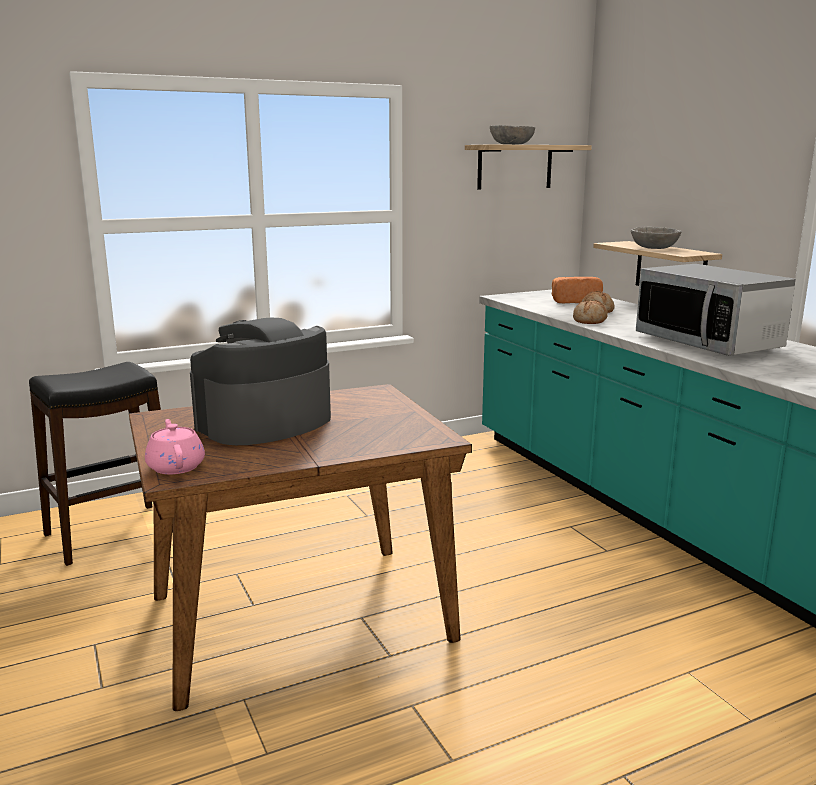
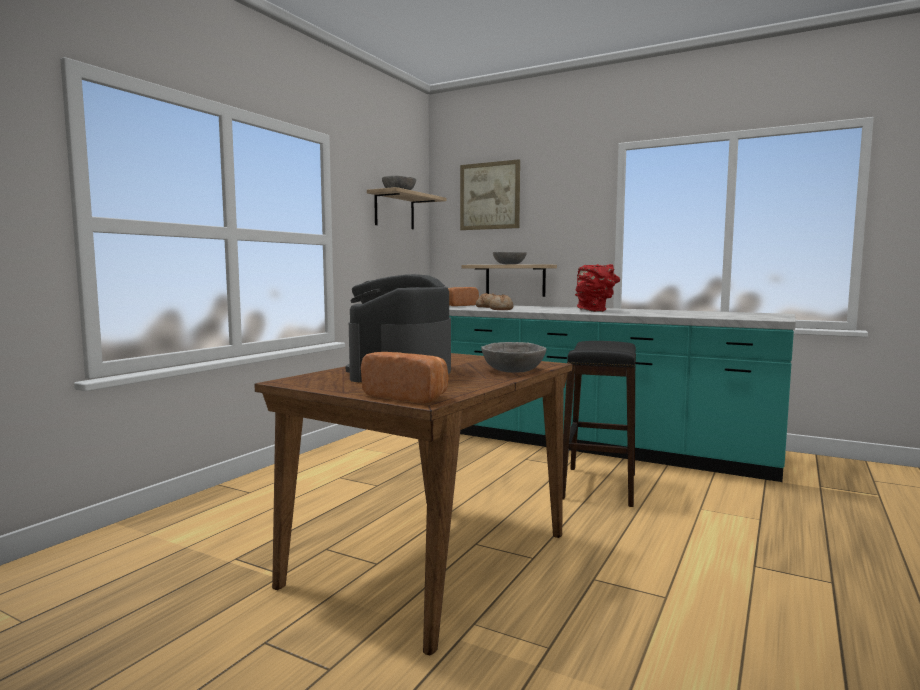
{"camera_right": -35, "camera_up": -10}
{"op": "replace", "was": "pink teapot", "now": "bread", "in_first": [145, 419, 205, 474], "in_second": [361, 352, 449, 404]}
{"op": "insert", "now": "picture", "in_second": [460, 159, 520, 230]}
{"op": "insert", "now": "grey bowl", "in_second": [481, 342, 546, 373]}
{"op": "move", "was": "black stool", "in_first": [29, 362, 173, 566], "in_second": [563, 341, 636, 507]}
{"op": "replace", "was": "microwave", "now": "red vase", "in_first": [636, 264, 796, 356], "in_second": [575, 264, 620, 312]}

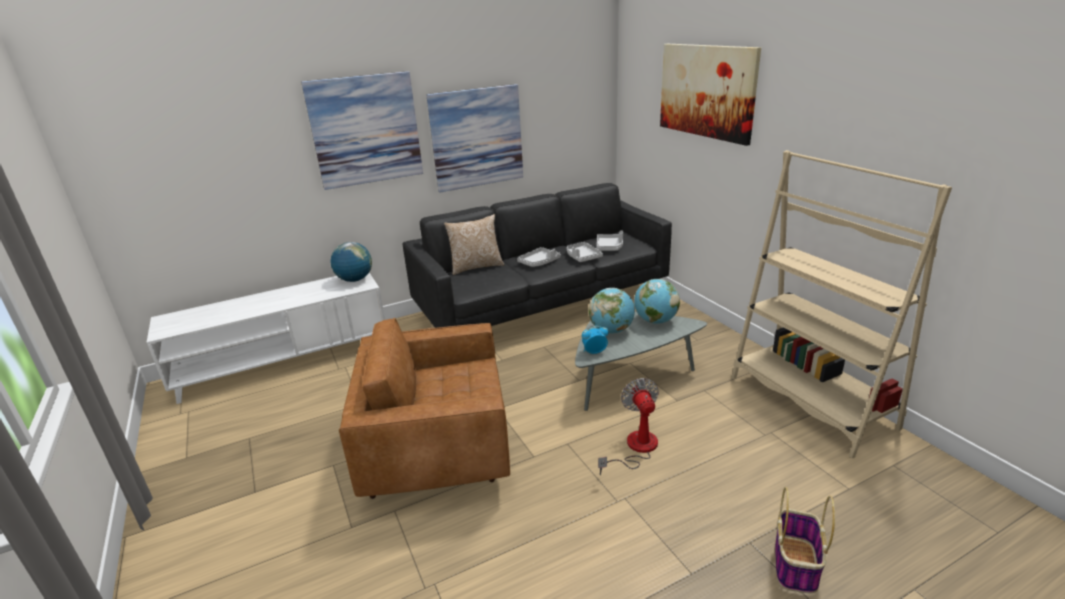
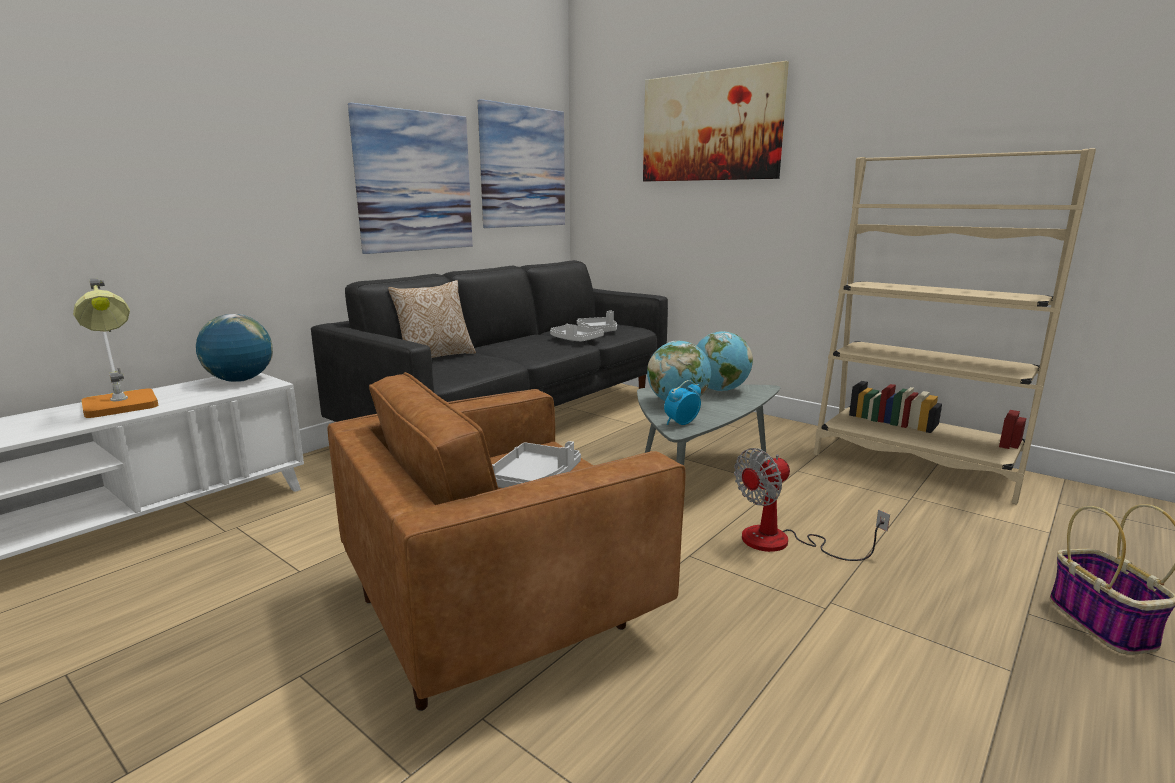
{"camera_right": -25, "camera_up": -10}
{"op": "insert", "now": "table lamp", "in_second": [73, 278, 158, 418]}
{"op": "move", "was": "picture", "in_first": [301, 71, 423, 190], "in_second": [478, 99, 565, 228]}
{"op": "move", "was": "grey tray", "in_first": [517, 247, 561, 267], "in_second": [492, 441, 581, 488]}
{"op": "rotate", "was": "fan", "in_first": [598, 378, 659, 475], "in_second": [734, 448, 890, 561], "clockwise": -90}

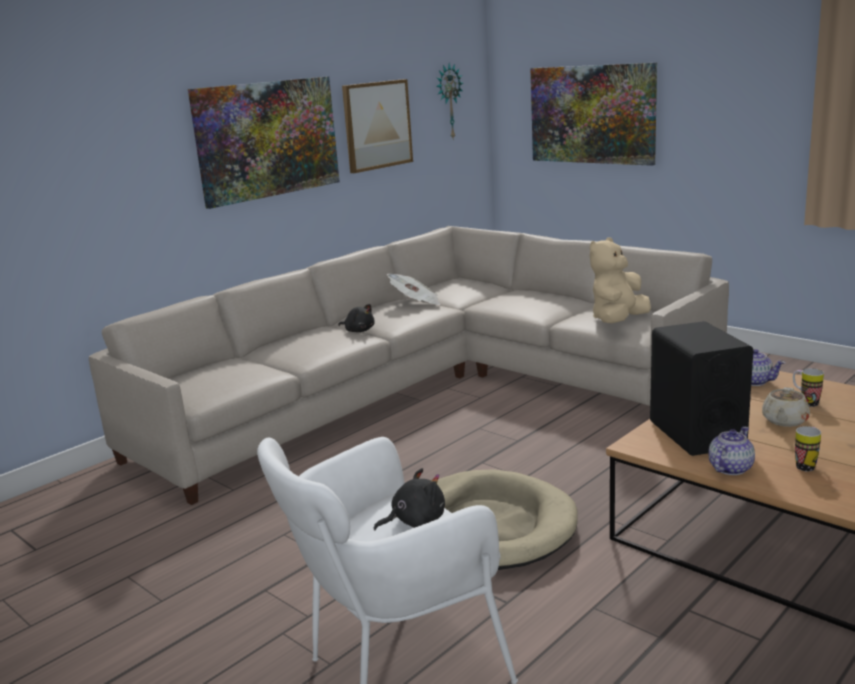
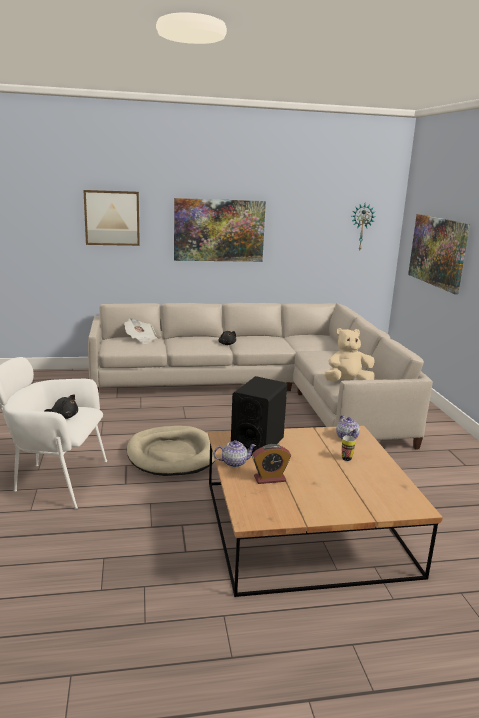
{"camera_right": 35, "camera_up": 0}
{"op": "move", "was": "picture", "in_first": [342, 79, 413, 173], "in_second": [83, 190, 140, 246]}
{"op": "move", "was": "newspaper", "in_first": [387, 273, 440, 305], "in_second": [124, 318, 157, 344]}
{"op": "replace", "was": "mug", "now": "alarm clock", "in_first": [795, 426, 821, 471], "in_second": [252, 444, 291, 484]}
{"op": "delete", "was": "beige teapot", "in_first": [762, 387, 810, 427]}

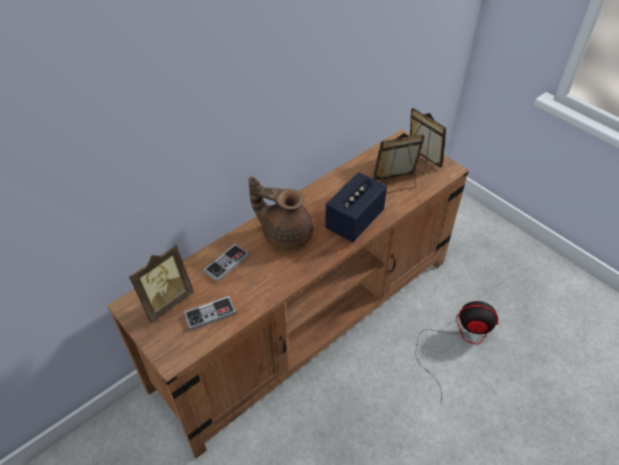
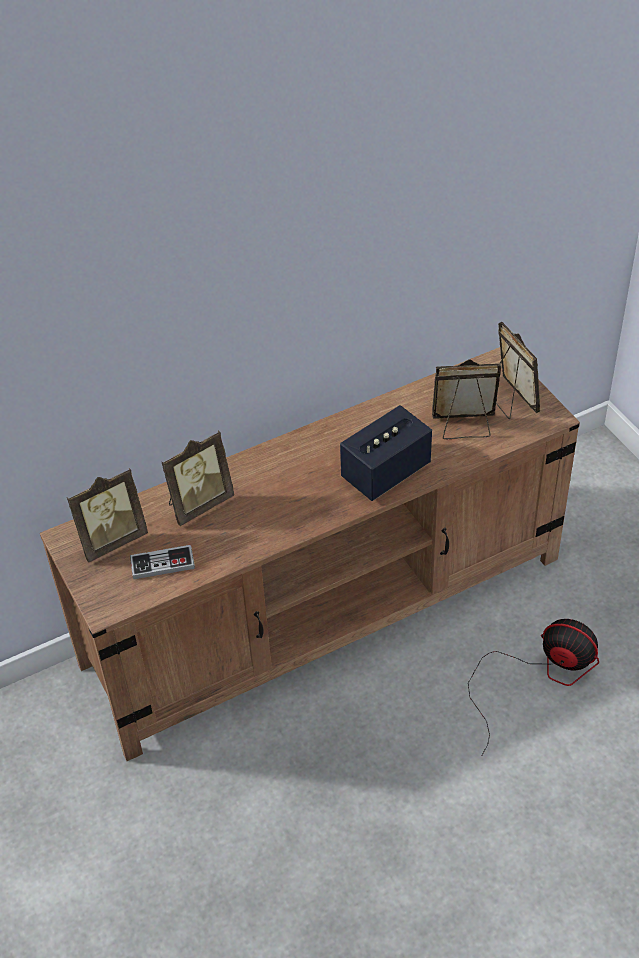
{"camera_right": 15, "camera_up": 0}
{"op": "replace", "was": "game controller", "now": "picture frame", "in_first": [203, 244, 249, 282], "in_second": [161, 431, 234, 526]}
{"op": "delete", "was": "brown teapot", "in_first": [249, 177, 313, 251]}

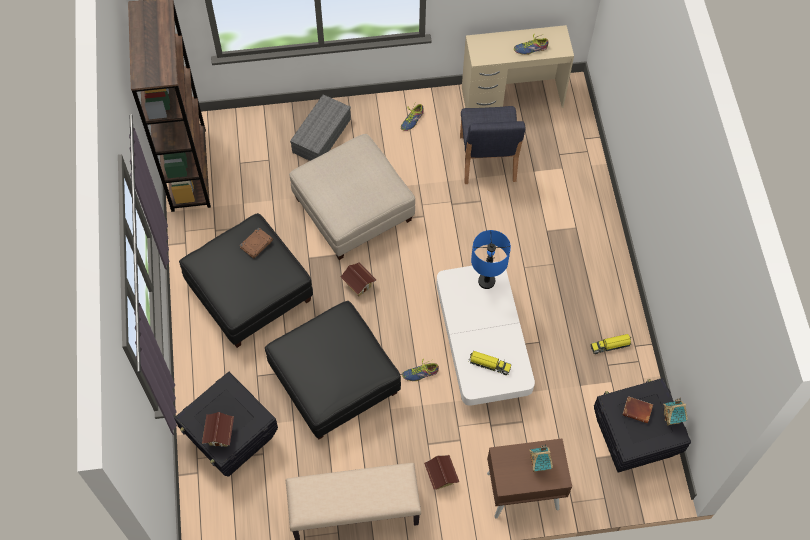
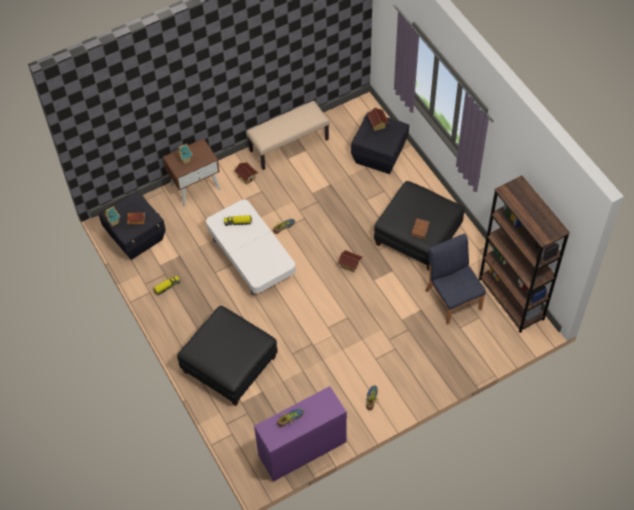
{"camera_right": 160, "camera_up": -5}
{"op": "move", "was": "black ottoman", "in_first": [265, 301, 401, 440], "in_second": [177, 306, 278, 406]}
{"op": "recolor", "was": "beige desk", "now": "purple desk", "in_first": [462, 25, 574, 108], "in_second": [254, 386, 347, 481]}
{"op": "move", "was": "blue chair", "in_first": [460, 106, 526, 184], "in_second": [425, 233, 486, 325]}
{"op": "delete", "was": "beige ottoman", "in_first": [289, 134, 415, 260]}
{"op": "delete", "was": "grey storage box", "in_first": [290, 94, 351, 161]}
{"op": "delete", "was": "blue table lamp", "in_first": [471, 230, 511, 289]}

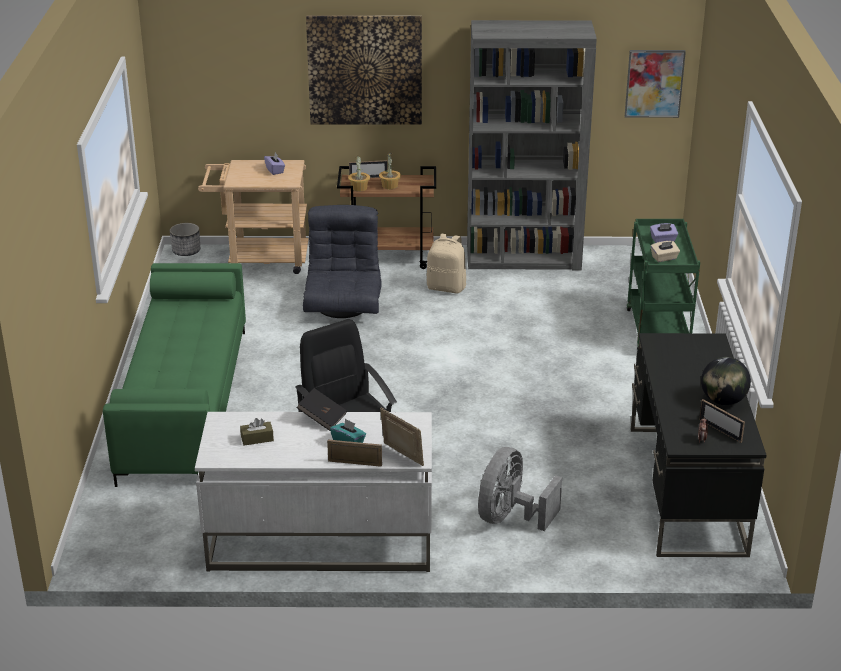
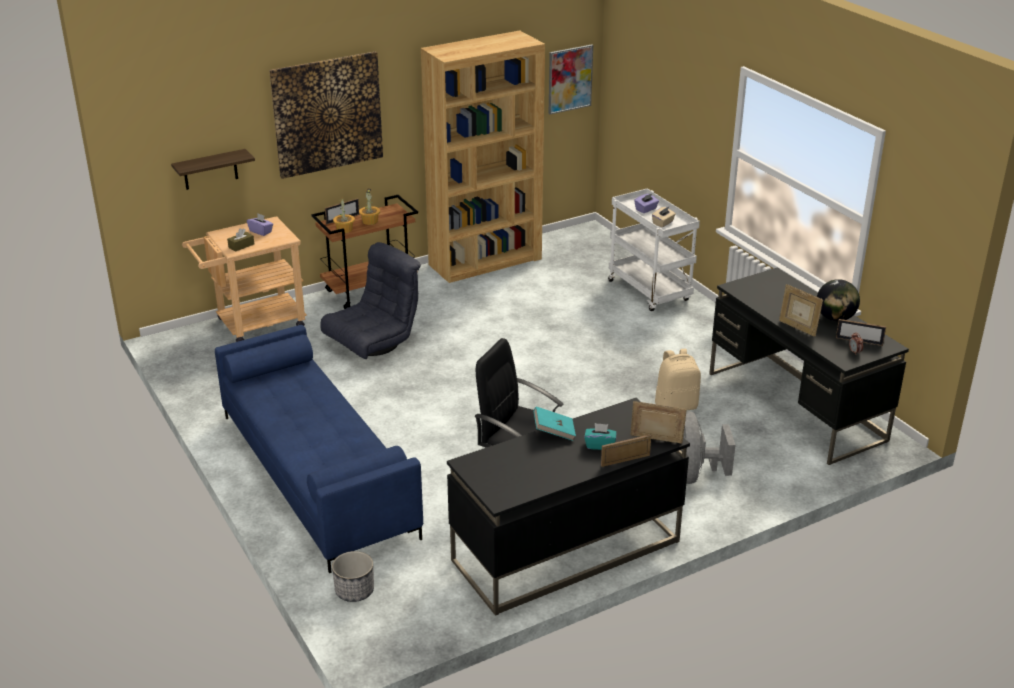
{"camera_right": -30, "camera_up": 0}
{"op": "insert", "now": "shelf", "in_second": [171, 149, 255, 190]}
{"op": "recolor", "was": "green sofa", "now": "blue sofa", "in_first": [103, 263, 246, 487], "in_second": [215, 325, 423, 573]}
{"op": "move", "was": "brown tissue box", "in_first": [240, 418, 274, 446], "in_second": [227, 228, 254, 252]}
{"op": "rotate", "was": "grey armchair", "in_first": [303, 205, 382, 318], "in_second": [320, 242, 421, 359], "clockwise": 75}
{"op": "move", "was": "planter", "in_first": [170, 223, 200, 256], "in_second": [332, 551, 374, 602]}
{"op": "recolor", "was": "grey bookcase", "now": "brown bookcase", "in_first": [467, 20, 597, 271], "in_second": [421, 31, 545, 283]}
{"op": "recolor", "was": "white desk", "now": "black desk", "in_first": [195, 412, 432, 572], "in_second": [447, 398, 690, 616]}
{"op": "recolor", "was": "black book", "now": "turquoise book", "in_first": [296, 388, 347, 431], "in_second": [534, 407, 576, 441]}
{"op": "recolor", "was": "green cart", "now": "white cart", "in_first": [627, 219, 700, 349], "in_second": [608, 189, 700, 311]}
{"op": "move", "was": "beige backpack", "in_first": [427, 234, 466, 293], "in_second": [655, 349, 701, 410]}
{"op": "insert", "now": "picture frame", "in_second": [779, 284, 823, 337]}

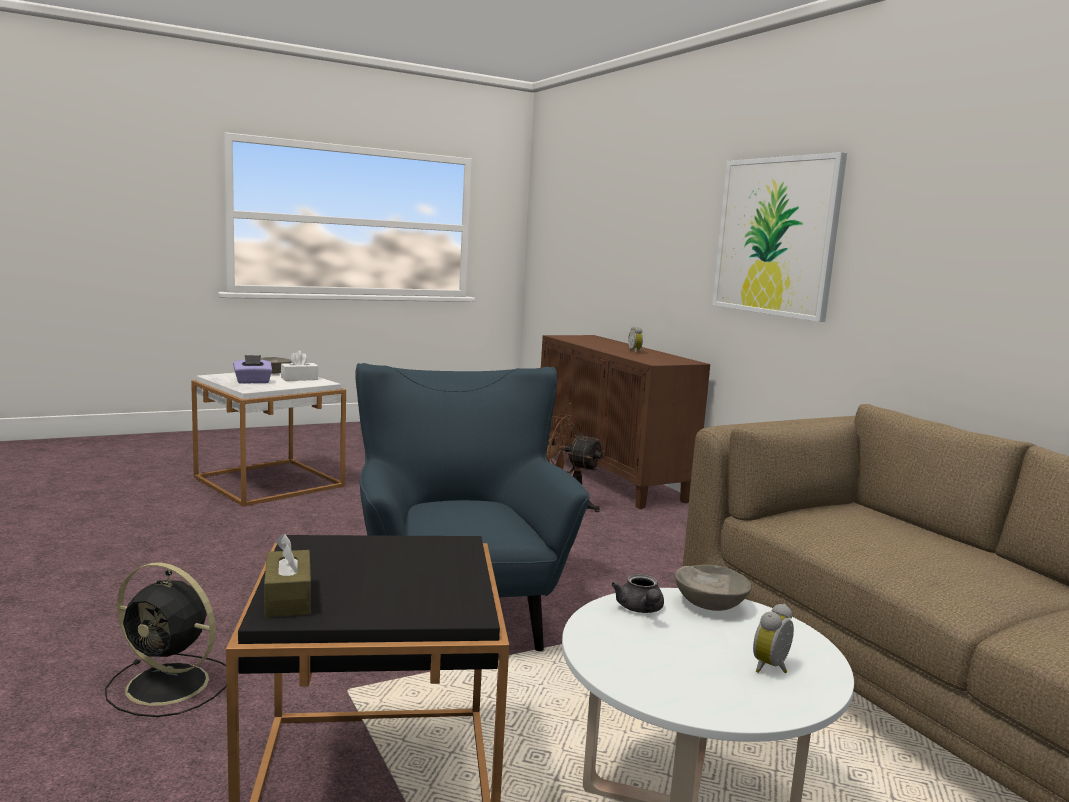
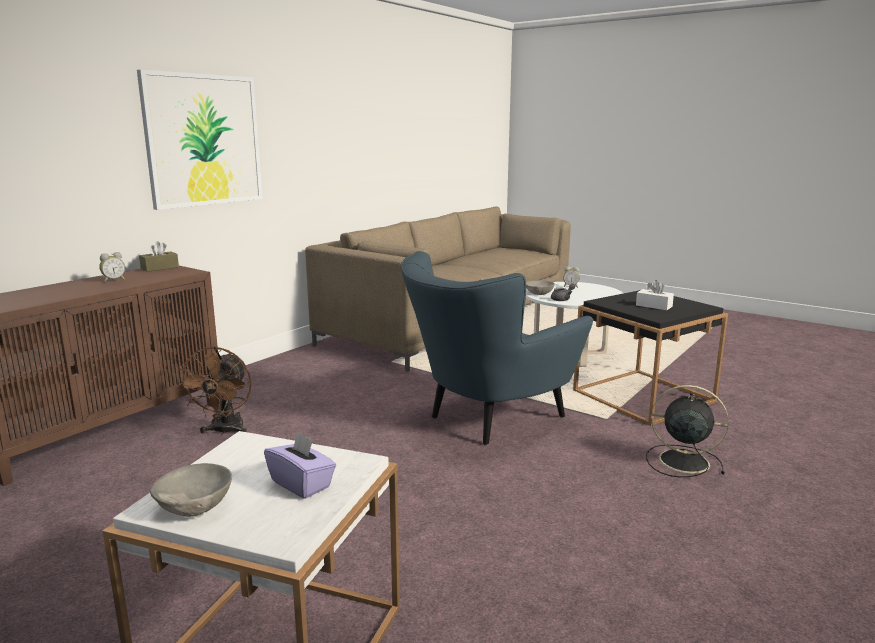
{"camera_right": -115, "camera_up": 5}
{"op": "move", "was": "brown tissue box", "in_first": [264, 533, 311, 617], "in_second": [139, 241, 179, 272]}
{"op": "move", "was": "white tissue box", "in_first": [281, 351, 318, 381], "in_second": [636, 280, 674, 310]}
{"op": "rotate", "was": "black fan", "in_first": [105, 562, 226, 717], "in_second": [646, 385, 729, 477], "clockwise": -60}

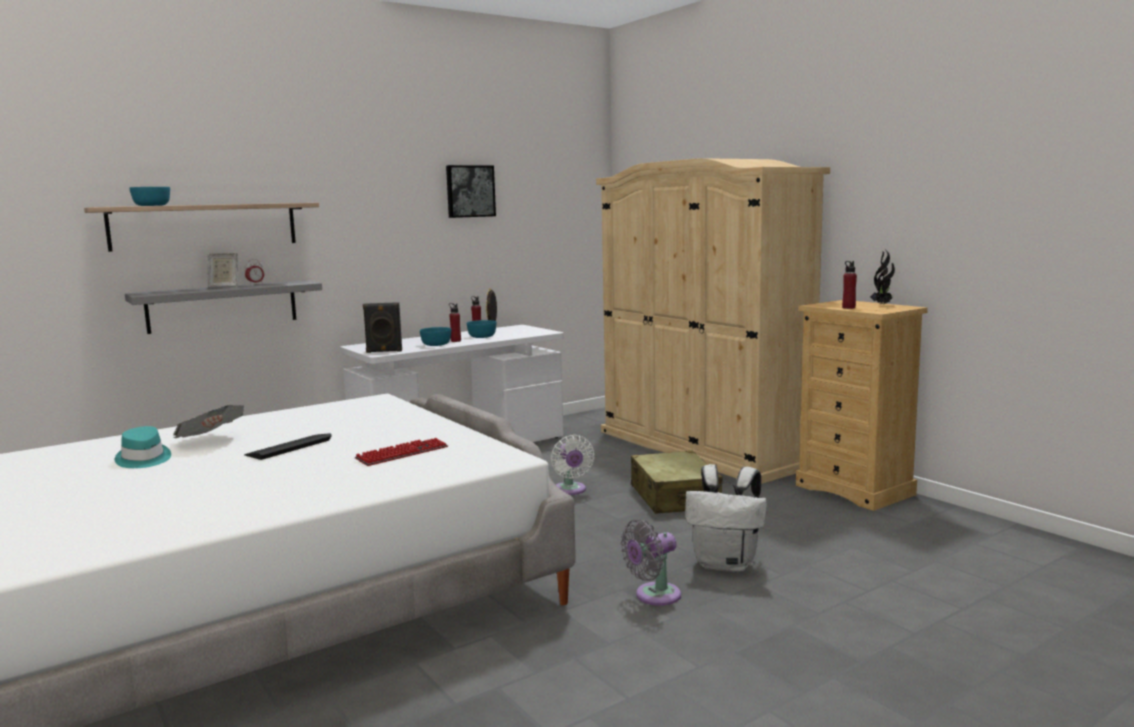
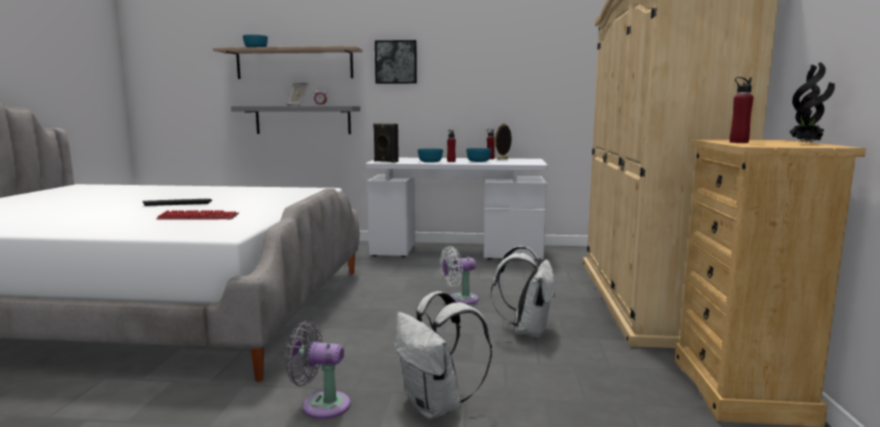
{"camera_right": 40, "camera_up": 0}
{"op": "move", "was": "picture", "in_first": [446, 165, 496, 218], "in_second": [375, 40, 417, 84]}
{"op": "rotate", "was": "white fan", "in_first": [551, 435, 594, 495], "in_second": [440, 246, 479, 305], "clockwise": 45}
{"op": "replace", "was": "beige suitcase", "now": "white backpack", "in_first": [631, 451, 723, 514], "in_second": [491, 246, 556, 338]}
{"op": "delete", "was": "turquoise hat", "in_first": [115, 426, 171, 468]}
{"op": "delete", "was": "newspaper", "in_first": [173, 405, 244, 438]}

